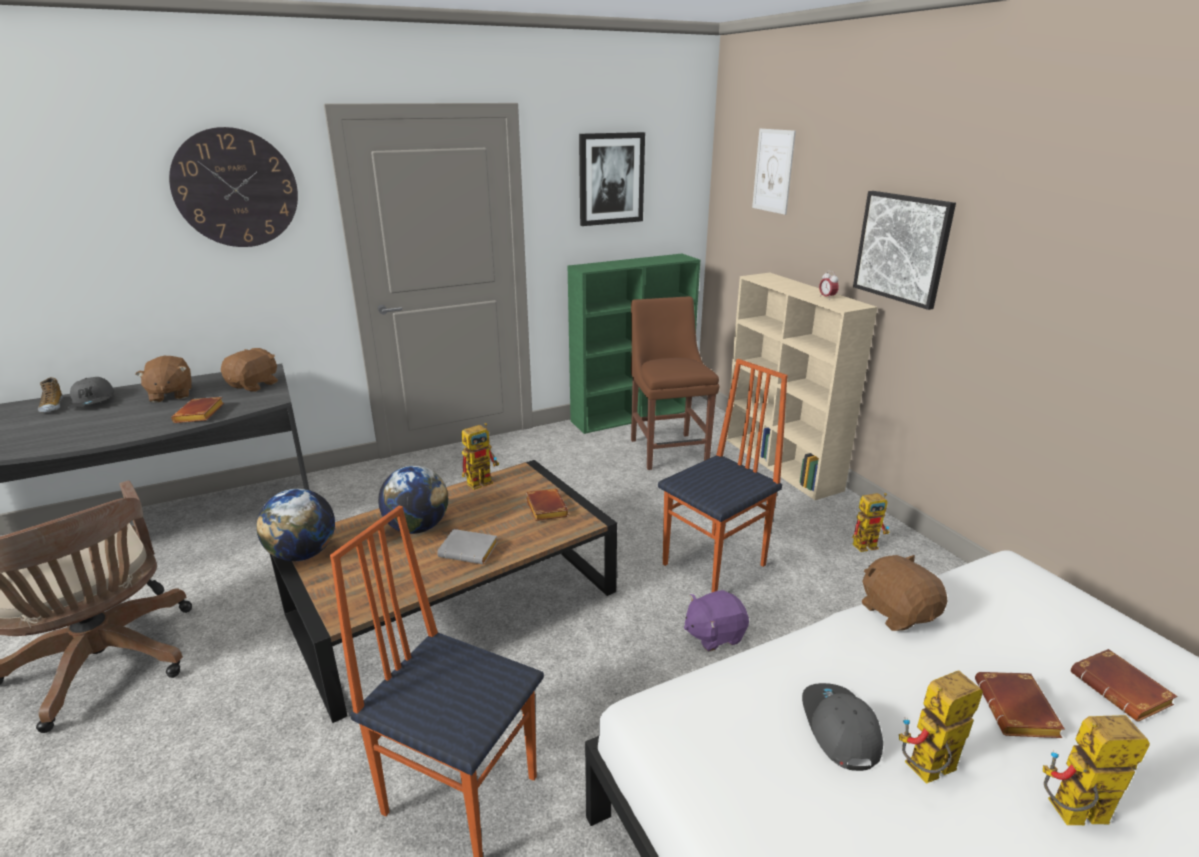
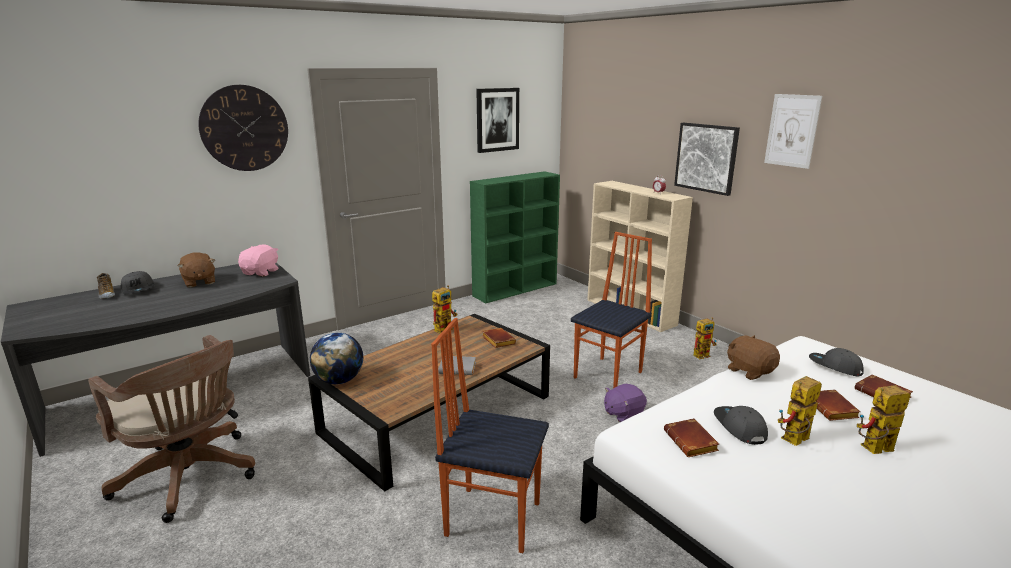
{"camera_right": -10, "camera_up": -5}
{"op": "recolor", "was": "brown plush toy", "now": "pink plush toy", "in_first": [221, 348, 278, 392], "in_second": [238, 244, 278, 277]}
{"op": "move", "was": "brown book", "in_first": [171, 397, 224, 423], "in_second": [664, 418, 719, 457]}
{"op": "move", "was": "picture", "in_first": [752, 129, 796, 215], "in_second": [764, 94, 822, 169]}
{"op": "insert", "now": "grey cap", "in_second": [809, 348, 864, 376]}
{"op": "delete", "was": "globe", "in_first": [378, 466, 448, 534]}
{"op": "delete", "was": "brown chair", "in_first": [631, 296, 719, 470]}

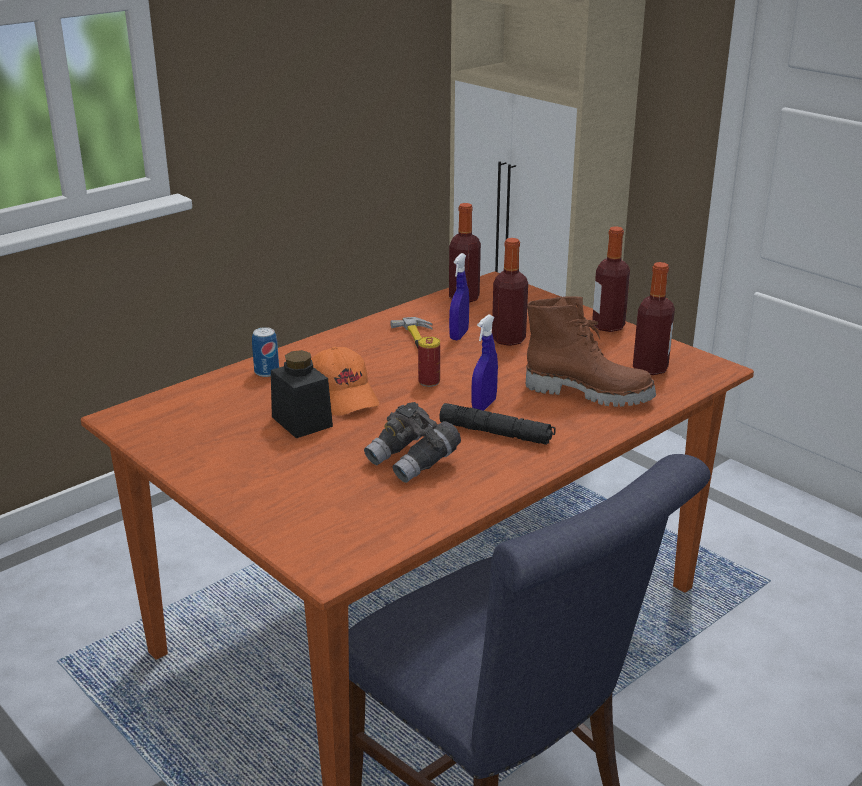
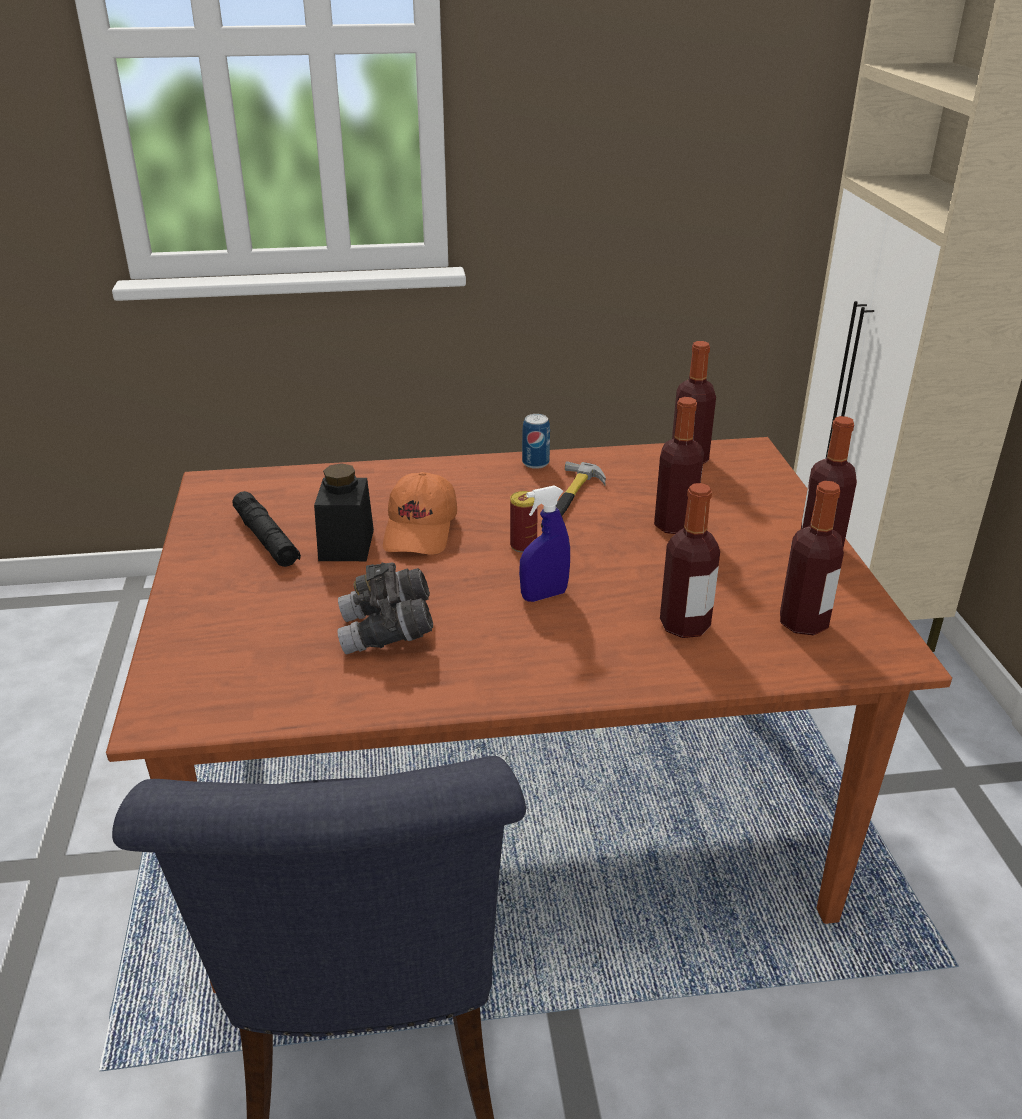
{"camera_right": 35, "camera_up": 5}
{"op": "move", "was": "black flashlight", "in_first": [439, 403, 556, 445], "in_second": [233, 491, 301, 567]}
{"op": "move", "was": "can", "in_first": [252, 327, 279, 377], "in_second": [522, 414, 550, 469]}
{"op": "replace", "was": "brown boot", "now": "bottle", "in_first": [526, 296, 656, 407], "in_second": [660, 483, 720, 638]}
{"op": "delete", "was": "blue spray bottle", "in_first": [449, 253, 469, 340]}

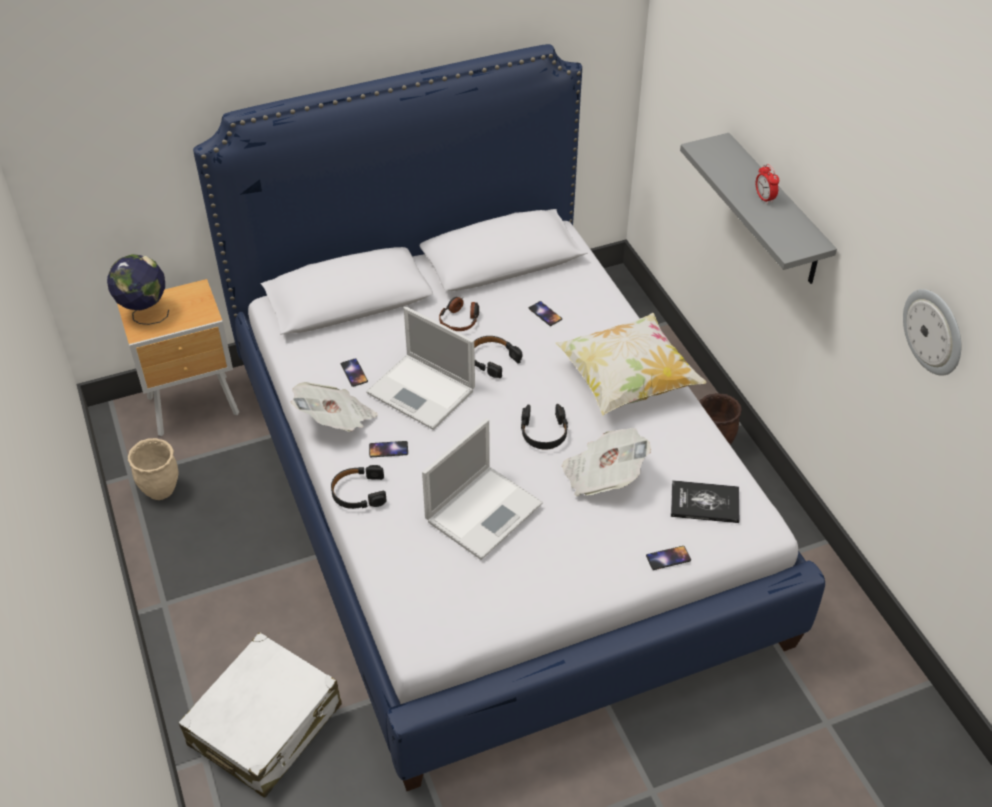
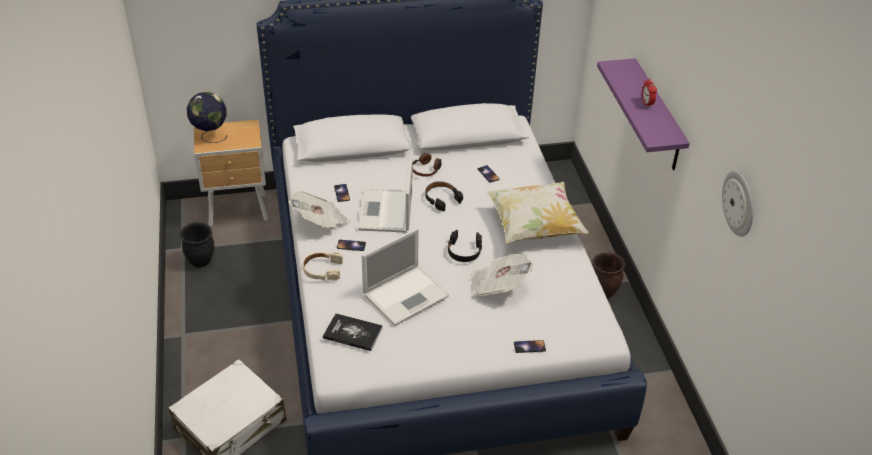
{"camera_right": 10, "camera_up": -5}
{"op": "recolor", "was": "beige planter", "now": "black planter", "in_first": [128, 438, 179, 500], "in_second": [180, 222, 215, 268]}
{"op": "recolor", "was": "black headphones", "now": "beige headphones", "in_first": [331, 465, 387, 509], "in_second": [303, 252, 343, 281]}
{"op": "move", "was": "book", "in_first": [671, 480, 740, 523], "in_second": [323, 313, 383, 351]}
{"op": "rotate", "was": "laptop", "in_first": [366, 306, 475, 430], "in_second": [358, 155, 413, 232], "clockwise": 45}
{"op": "recolor", "was": "grey shelf", "now": "purple shelf", "in_first": [680, 133, 837, 284], "in_second": [597, 58, 690, 170]}

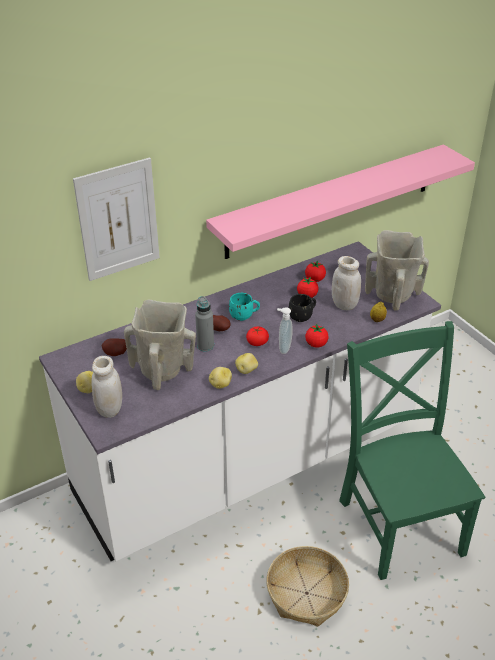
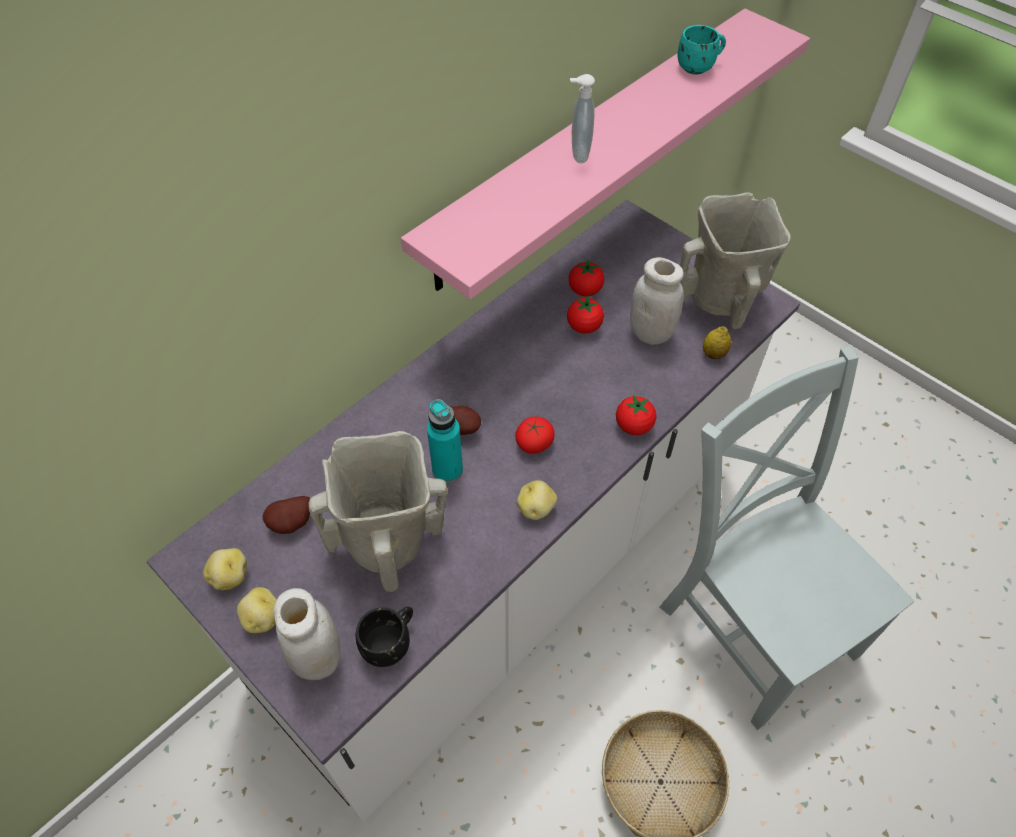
{"camera_right": -15, "camera_up": 15}
{"op": "move", "was": "potato", "in_first": [209, 367, 232, 389], "in_second": [203, 548, 247, 590]}
{"op": "move", "was": "black mug", "in_first": [289, 294, 316, 322], "in_second": [356, 607, 413, 667]}
{"op": "recolor", "was": "grey bottle", "now": "turquoise bottle", "in_first": [195, 296, 214, 351], "in_second": [427, 399, 463, 483]}
{"op": "move", "was": "soap dispenser", "in_first": [277, 307, 292, 354], "in_second": [570, 74, 595, 163]}
{"op": "recolor", "was": "green chair", "now": "grey chair", "in_first": [339, 321, 485, 580], "in_second": [660, 346, 914, 730]}
{"op": "move", "was": "turquoise mug", "in_first": [229, 293, 260, 321], "in_second": [677, 25, 726, 75]}
{"op": "delete", "was": "picture", "in_first": [73, 157, 160, 281]}

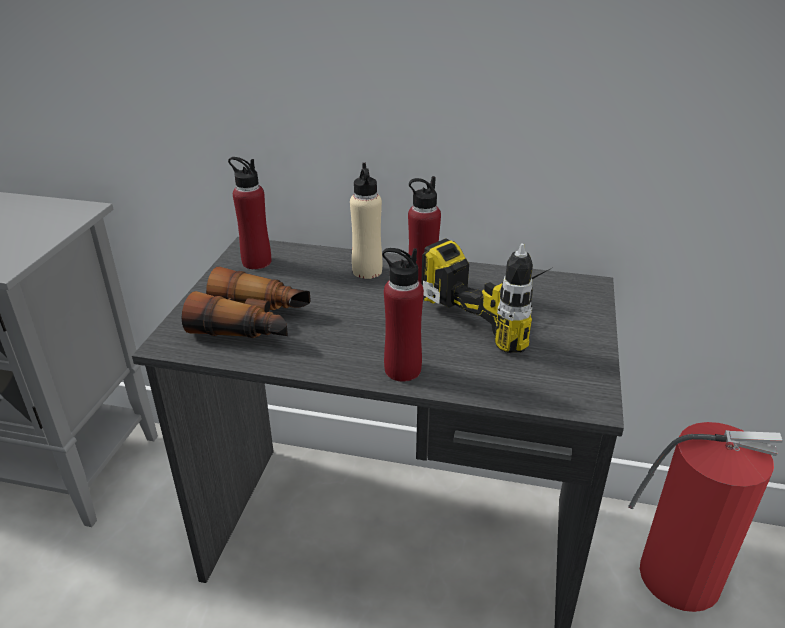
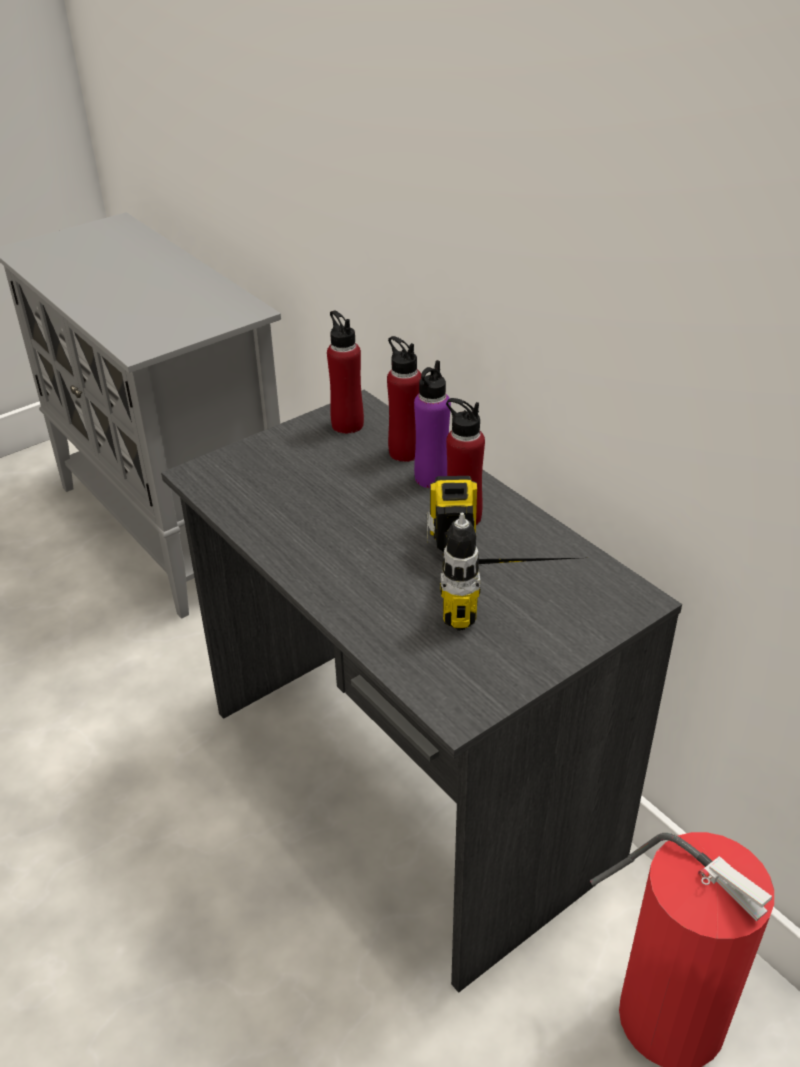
{"camera_right": 40, "camera_up": 5}
{"op": "move", "was": "red bottle", "in_first": [382, 248, 424, 382], "in_second": [387, 336, 421, 462]}
{"op": "recolor", "was": "beige bottle", "now": "purple bottle", "in_first": [350, 163, 382, 279], "in_second": [414, 360, 451, 488]}
{"op": "delete", "was": "binoculars", "in_first": [182, 267, 311, 338]}

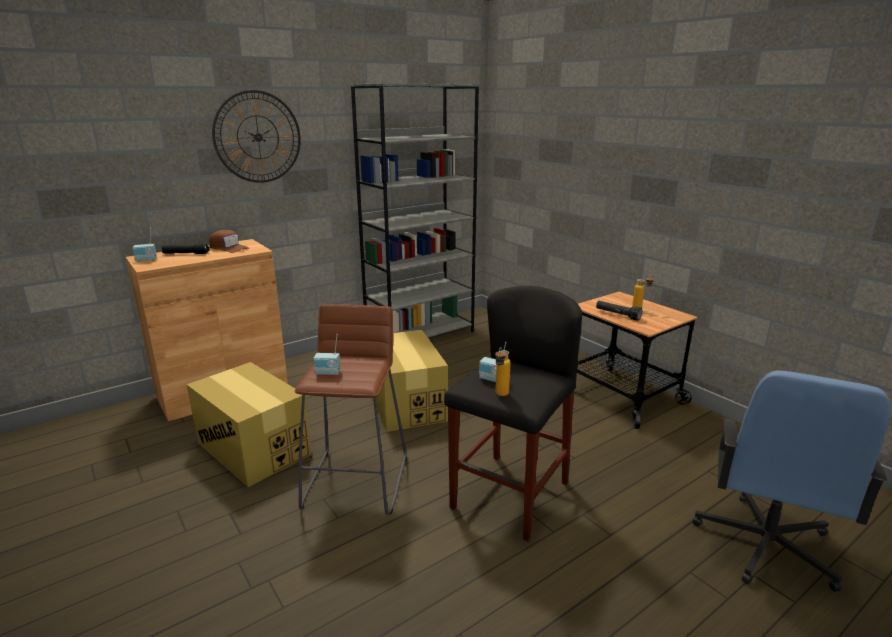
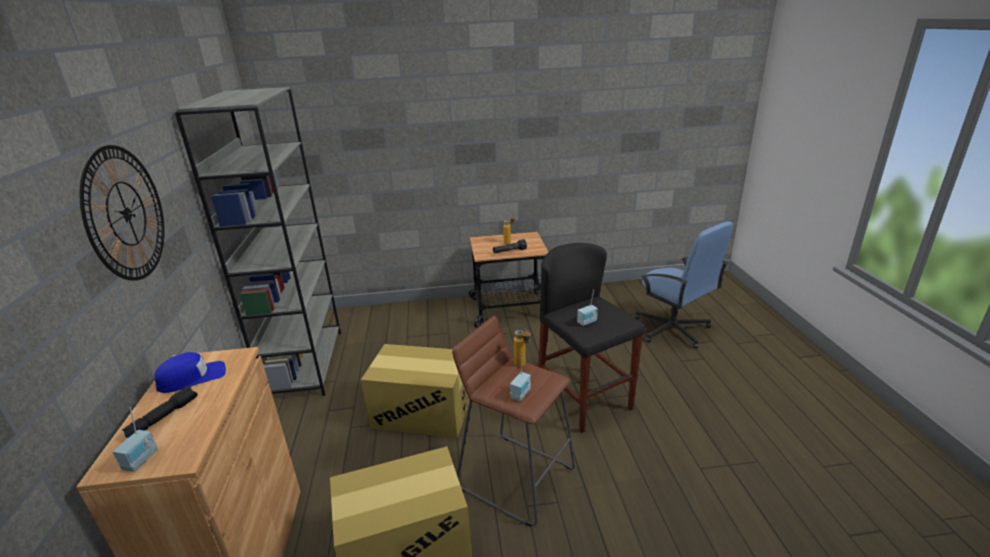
{"camera_right": -60, "camera_up": 5}
{"op": "recolor", "was": "brown cap", "now": "blue cap", "in_first": [209, 230, 249, 253], "in_second": [154, 352, 226, 393]}
{"op": "move", "was": "bottle", "in_first": [495, 347, 511, 396], "in_second": [514, 329, 531, 367]}

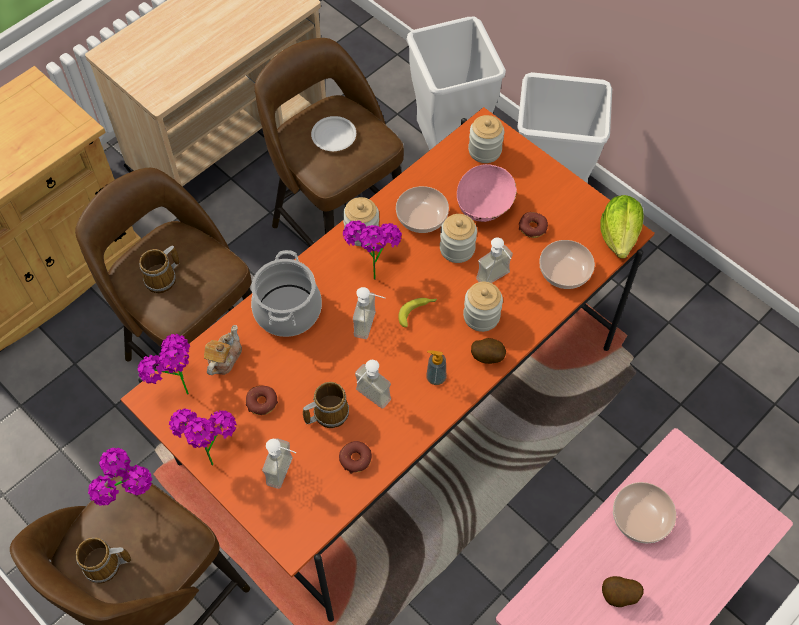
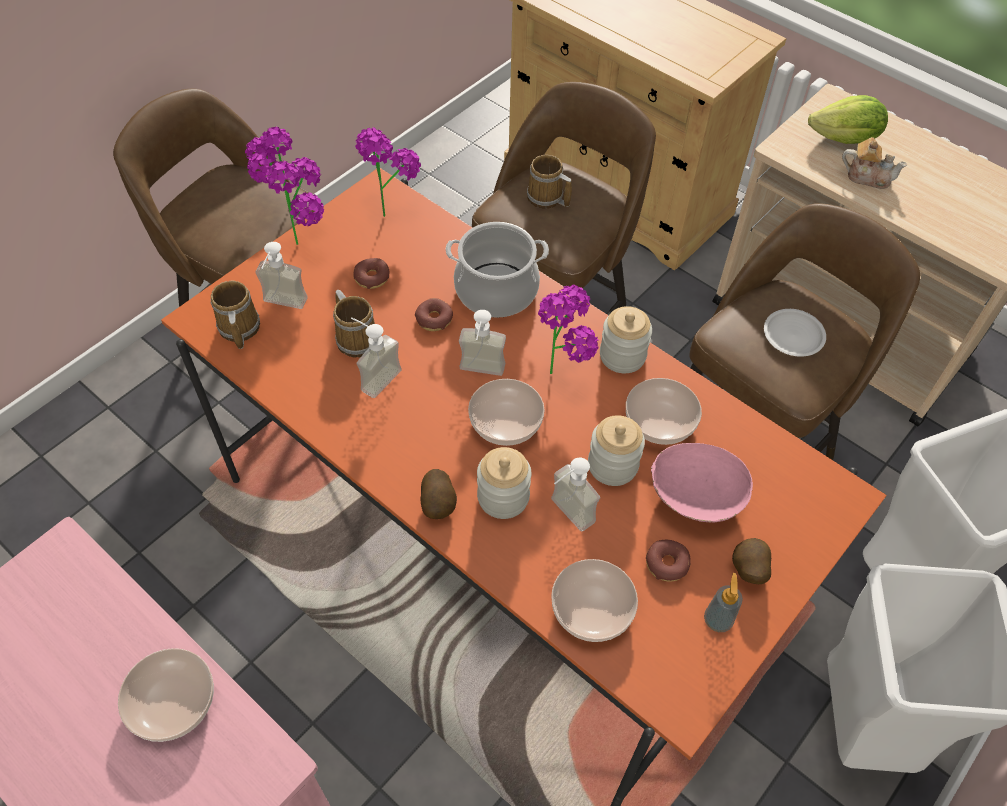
{"camera_right": 85, "camera_up": -5}
{"op": "move", "was": "mug", "in_first": [76, 538, 131, 583], "in_second": [210, 281, 260, 349]}
{"op": "move", "was": "donut", "in_first": [339, 441, 372, 474], "in_second": [415, 298, 453, 331]}
{"op": "replace", "was": "banana", "now": "bowl", "in_first": [398, 298, 437, 327], "in_second": [468, 379, 545, 446]}
{"op": "move", "was": "soap dispenser", "in_first": [426, 350, 446, 385], "in_second": [704, 573, 743, 632]}
{"op": "move", "was": "potato", "in_first": [602, 576, 644, 607], "in_second": [732, 538, 771, 584]}
{"op": "move", "was": "lettuce", "in_first": [600, 195, 644, 259], "in_second": [808, 95, 888, 144]}
{"op": "move", "was": "teapot", "in_first": [204, 325, 242, 375], "in_second": [842, 137, 907, 189]}
{"op": "delete", "was": "jar", "in_first": [468, 115, 504, 163]}

